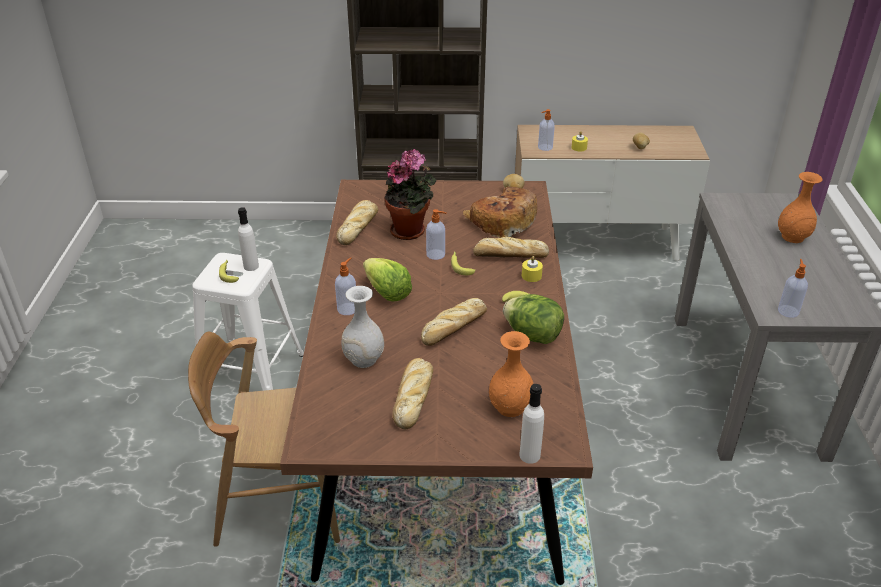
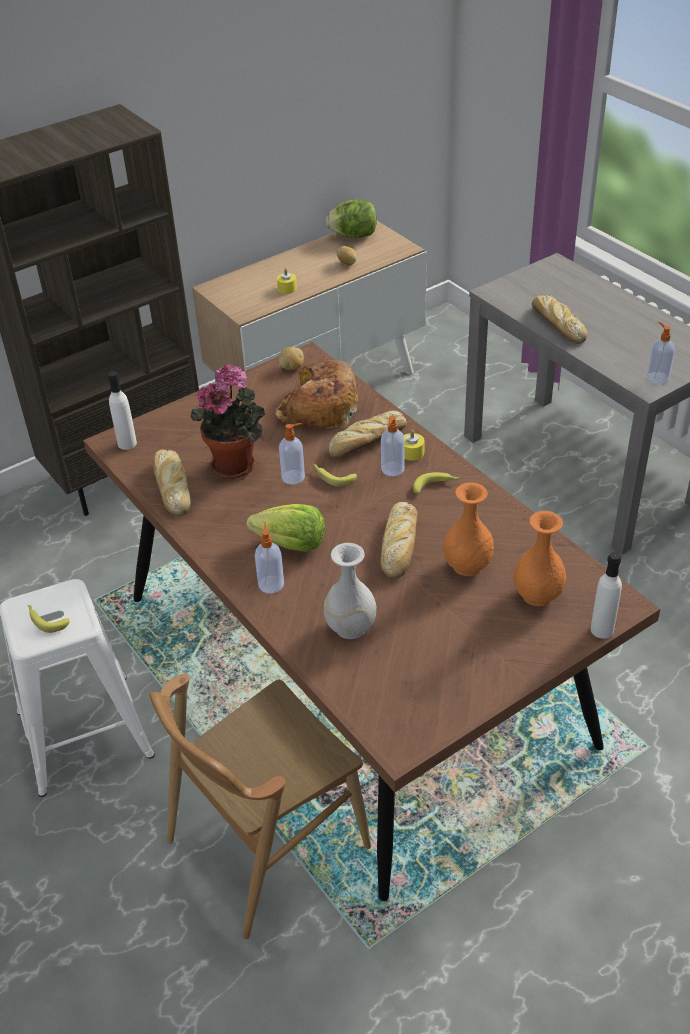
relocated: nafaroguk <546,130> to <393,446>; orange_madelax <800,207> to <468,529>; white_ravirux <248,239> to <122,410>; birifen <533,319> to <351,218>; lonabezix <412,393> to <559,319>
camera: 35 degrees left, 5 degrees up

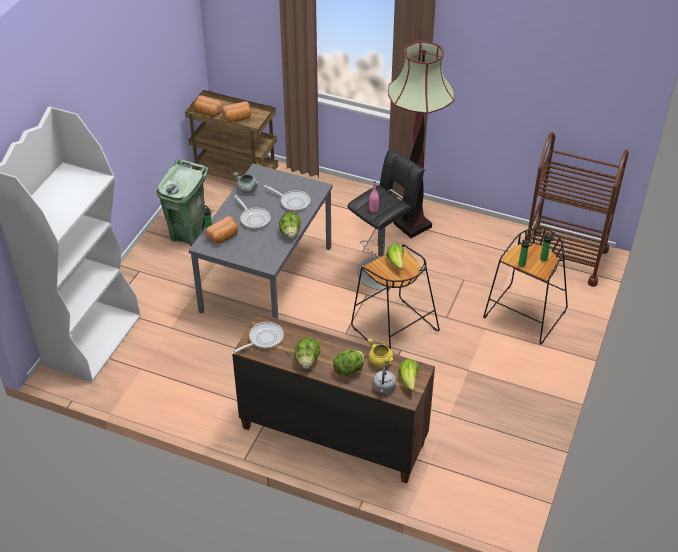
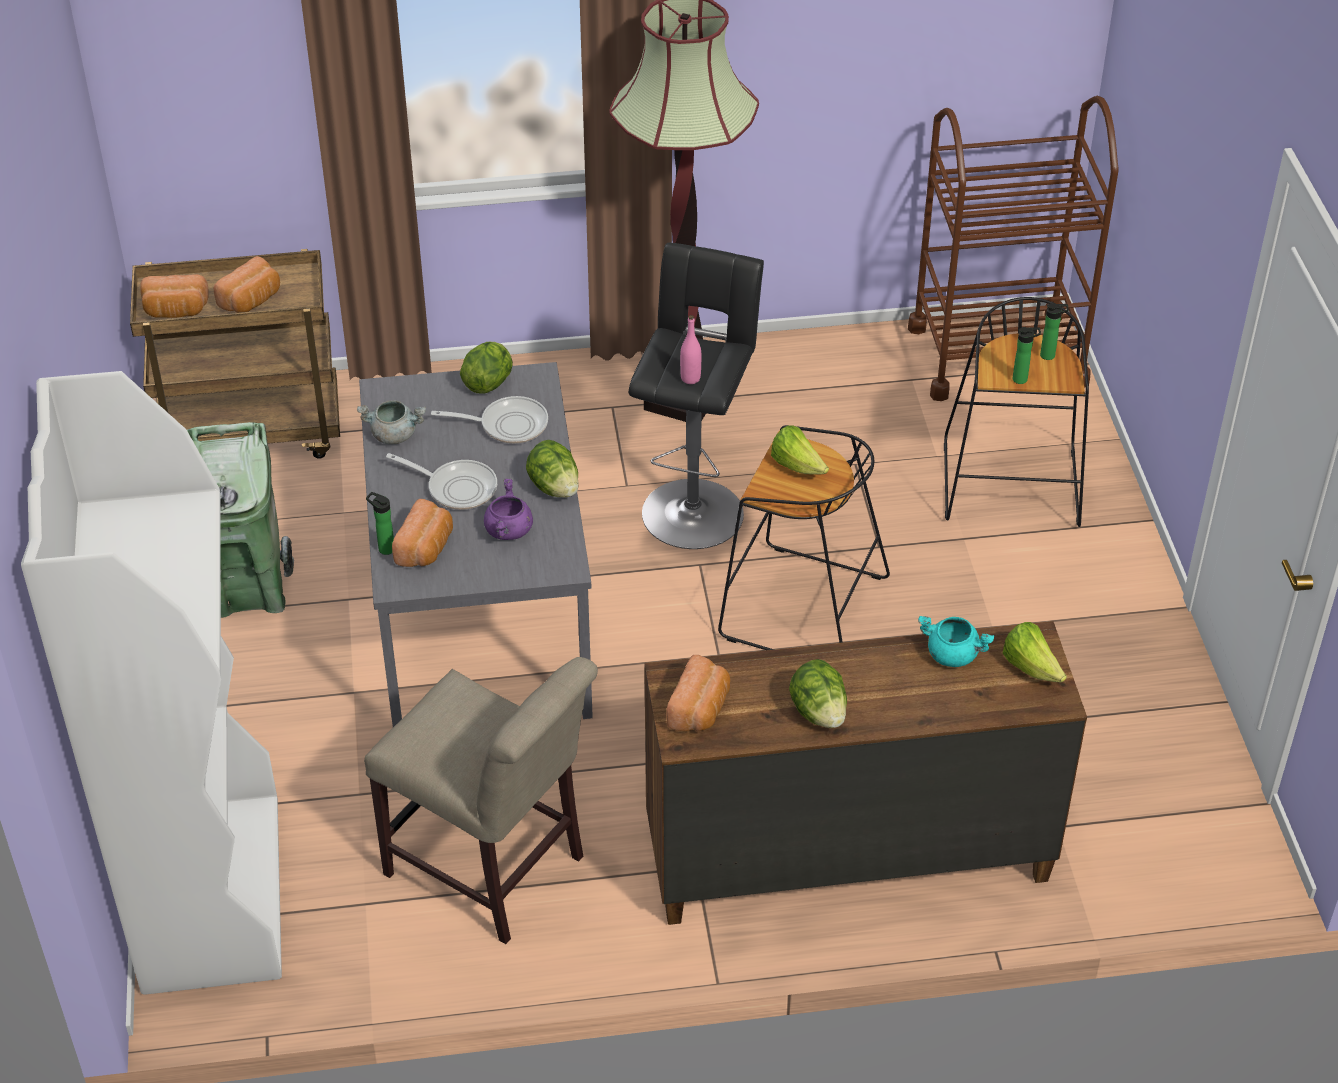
missing: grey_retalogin <384,379>
appeared: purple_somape <508,509>; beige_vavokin <481,800>
relocated: birifen <348,362> to <486,368>
exchanged: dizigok <257,338> to lonabezix <698,693>
colour: yellow_somape <380,353> to turquoise_somape <956,641>
camera: 30 degrees left, 0 degrees up

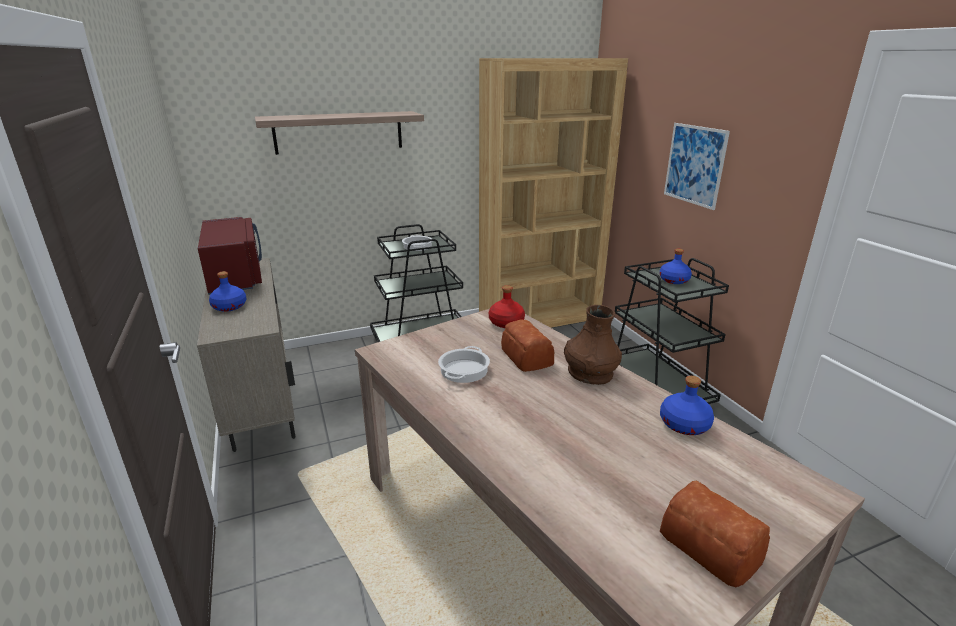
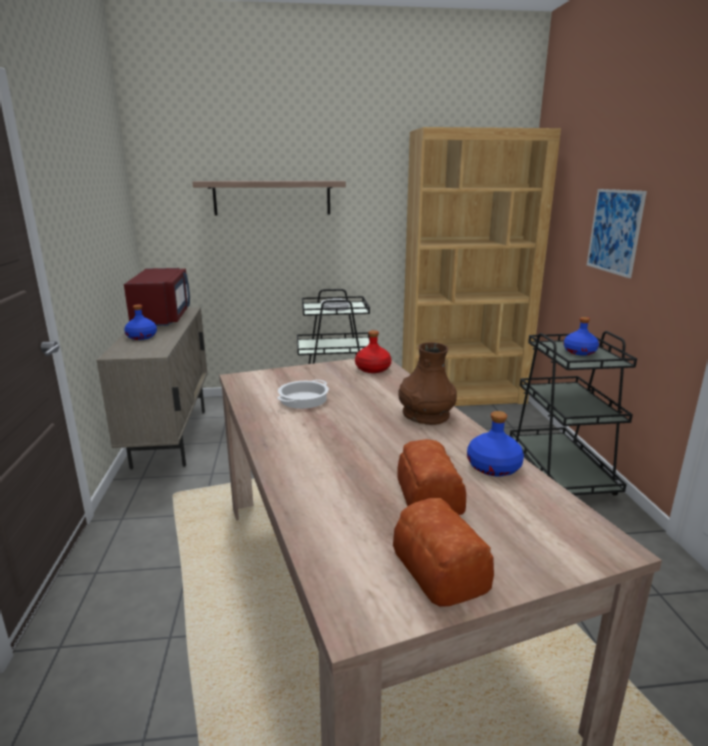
relocated: lonabezix <527,345> to <431,477>
camera: 15 degrees right, 5 degrees down

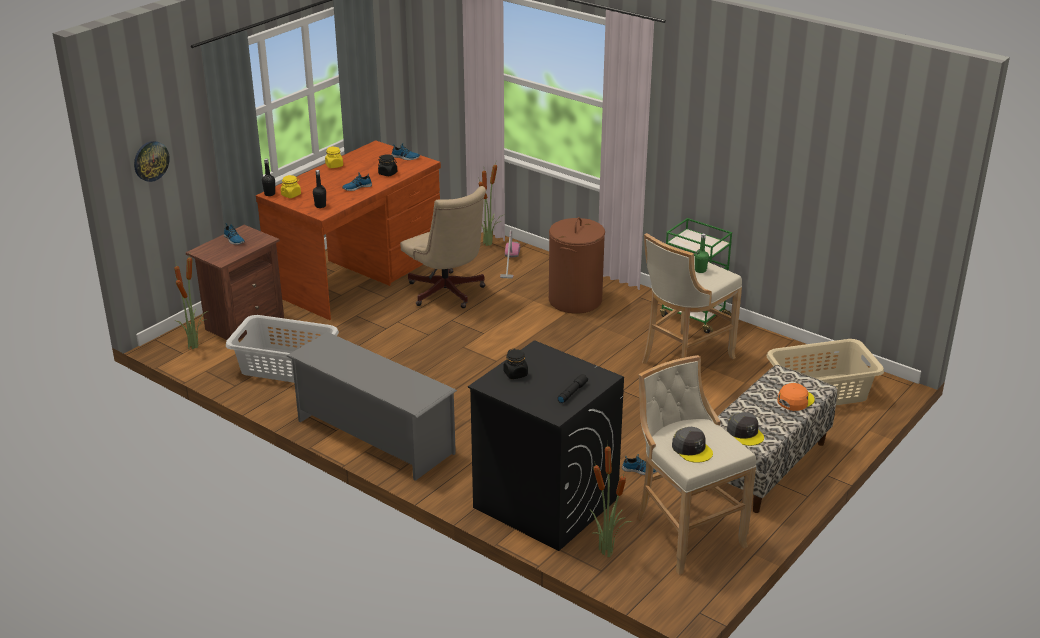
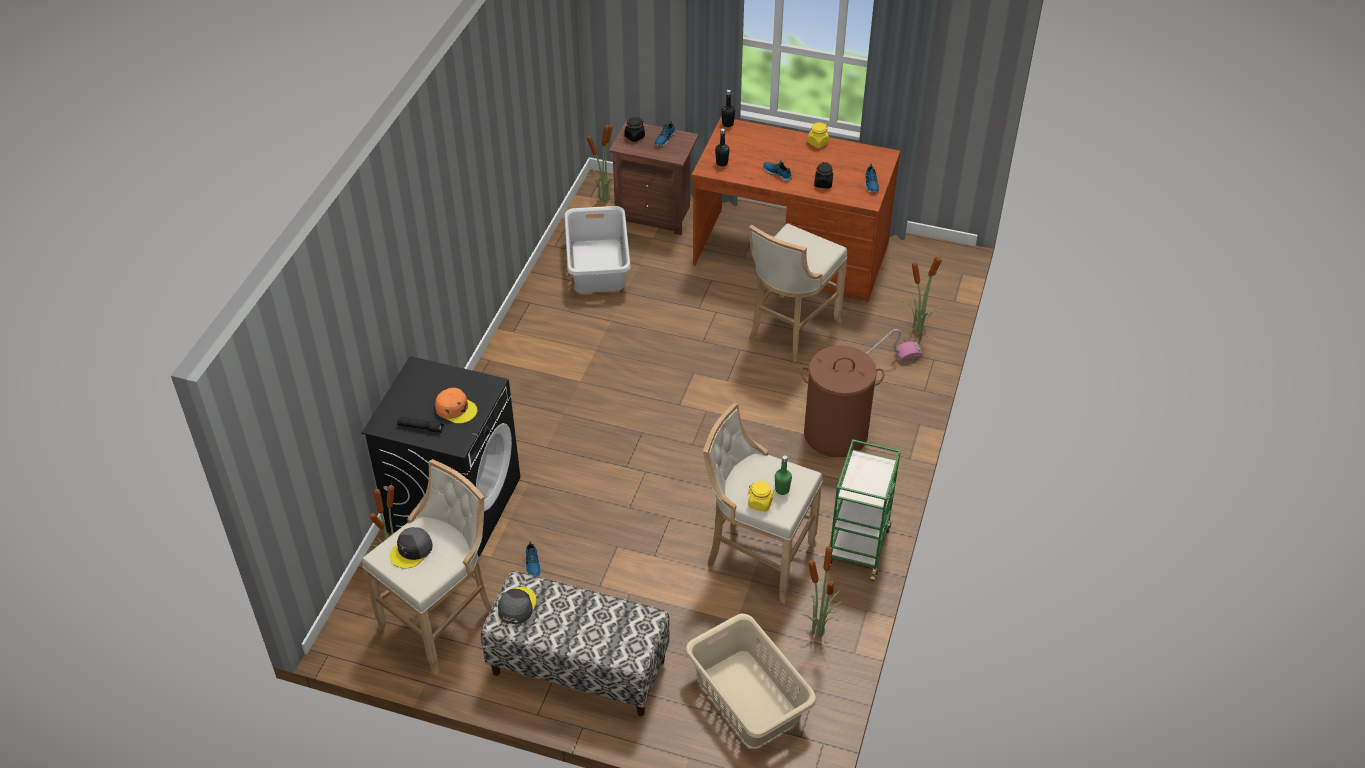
missing: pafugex <152,161>; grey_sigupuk <371,406>
appeared: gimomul <821,592>
relocated: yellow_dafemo <291,186> to <761,496>; black_dafemo <515,364> to <634,129>; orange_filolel <796,397> to <456,406>
exchanged: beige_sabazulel <443,247> to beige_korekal <798,292>
spun: grey_filolel <745,429> = <517,605> 150 degrees clockwise
camera: 70 degrees right, 15 degrees up

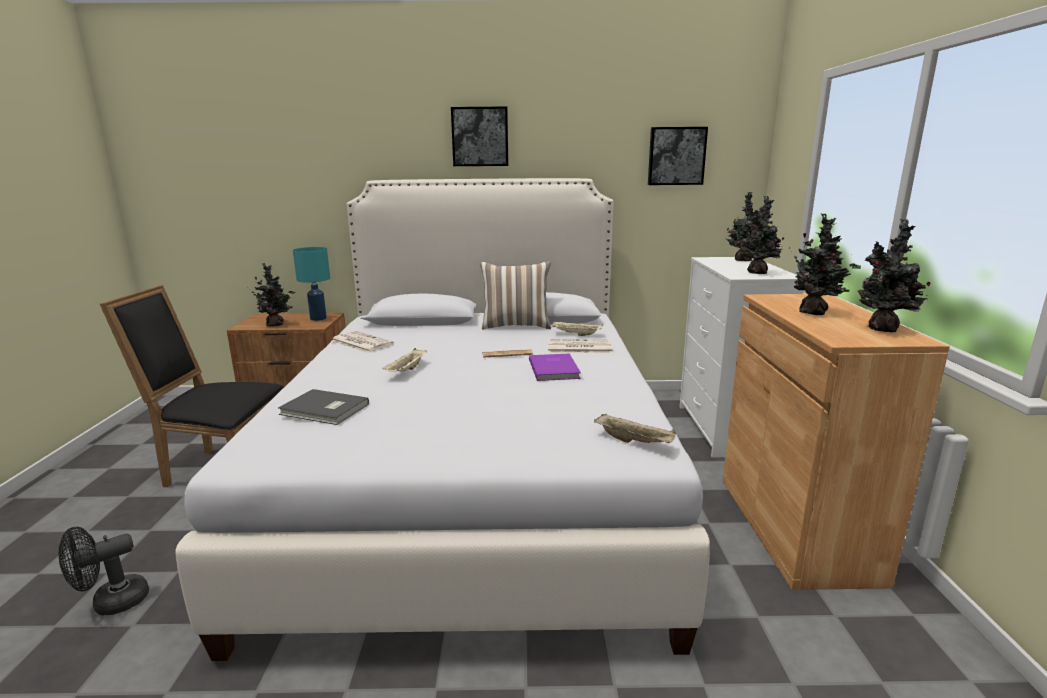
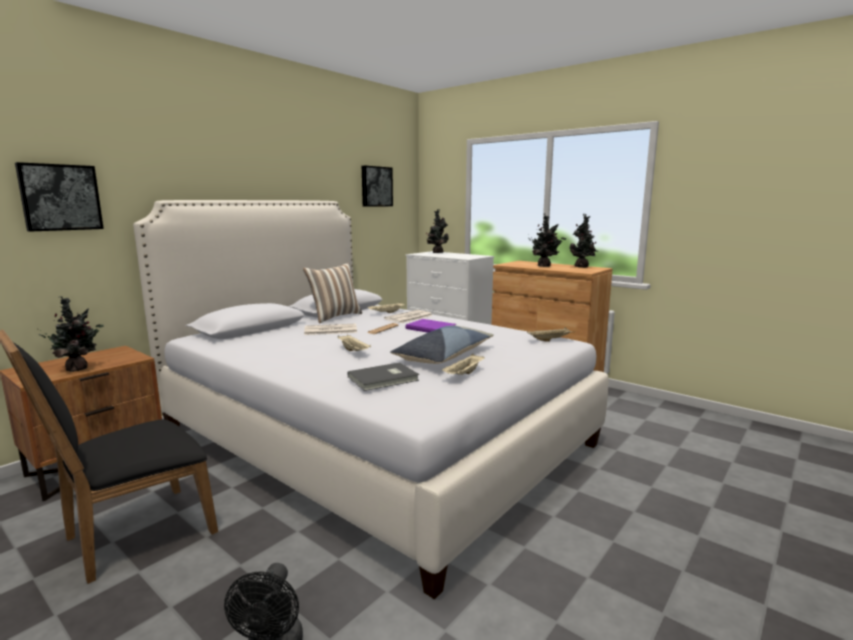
missing: gimomul <762,235>; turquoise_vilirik <311,284>
appeared: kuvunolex <442,344>; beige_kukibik <463,364>
relocated: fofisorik <479,136> to <59,197>; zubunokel <362,342> to <330,329>
camera: 50 degrees left, 5 degrees down

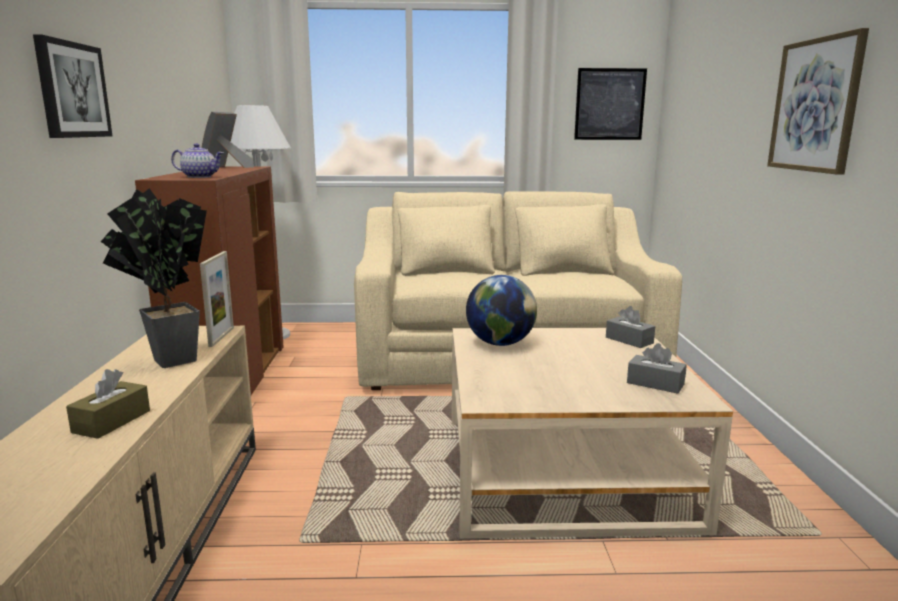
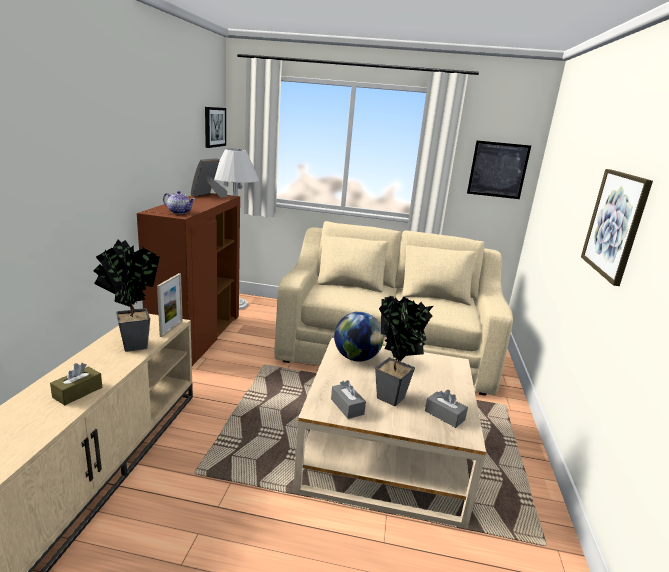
appeared: gimomul <404,351>
relocated: fofisorik <73,86> to <215,127>; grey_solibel <630,327> to <348,399>
camera: 10 degrees right, 5 degrees up

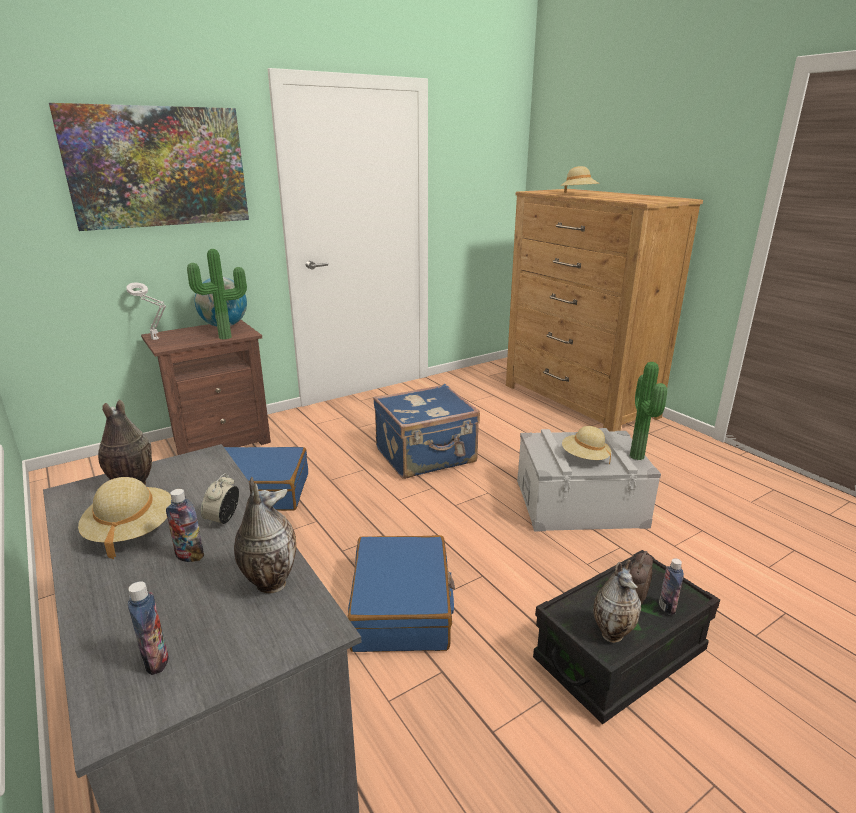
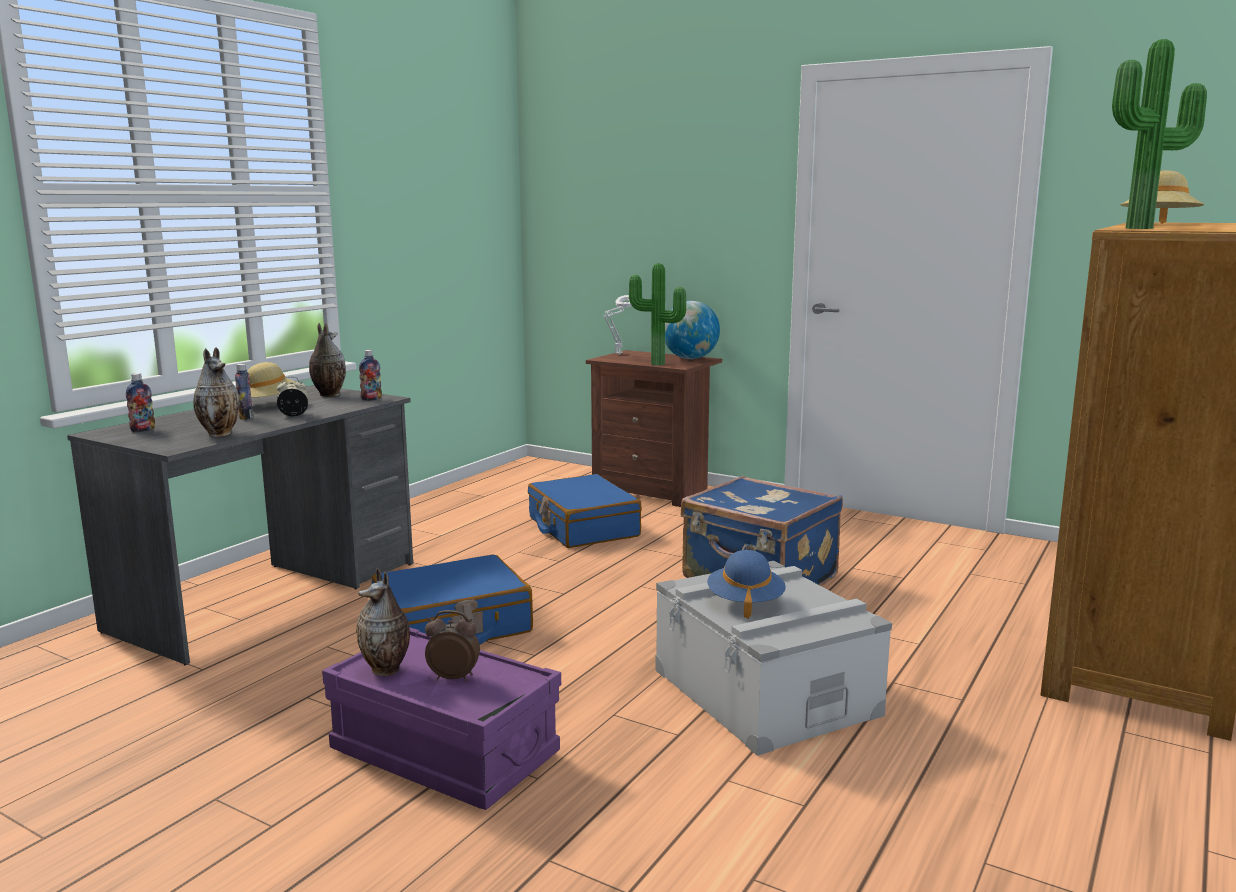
missing: fofisorik <149,167>
relocated: gimomul <648,411> to <1159,134>; ravirux <671,586> to <370,375>
colour: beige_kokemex <586,445> to blue_kokemex <746,584>; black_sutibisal <626,637> to purple_sutibisal <441,718>
camera: 65 degrees right, 10 degrees down

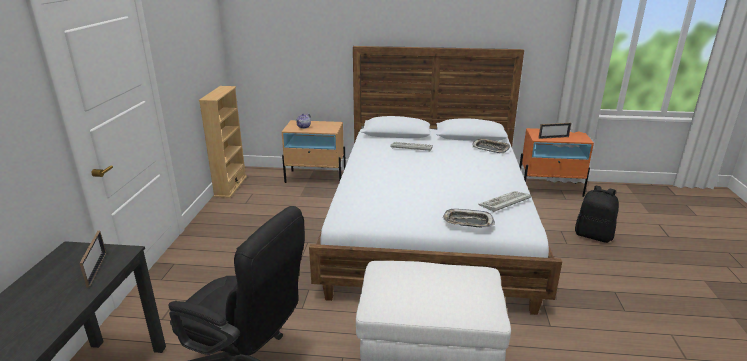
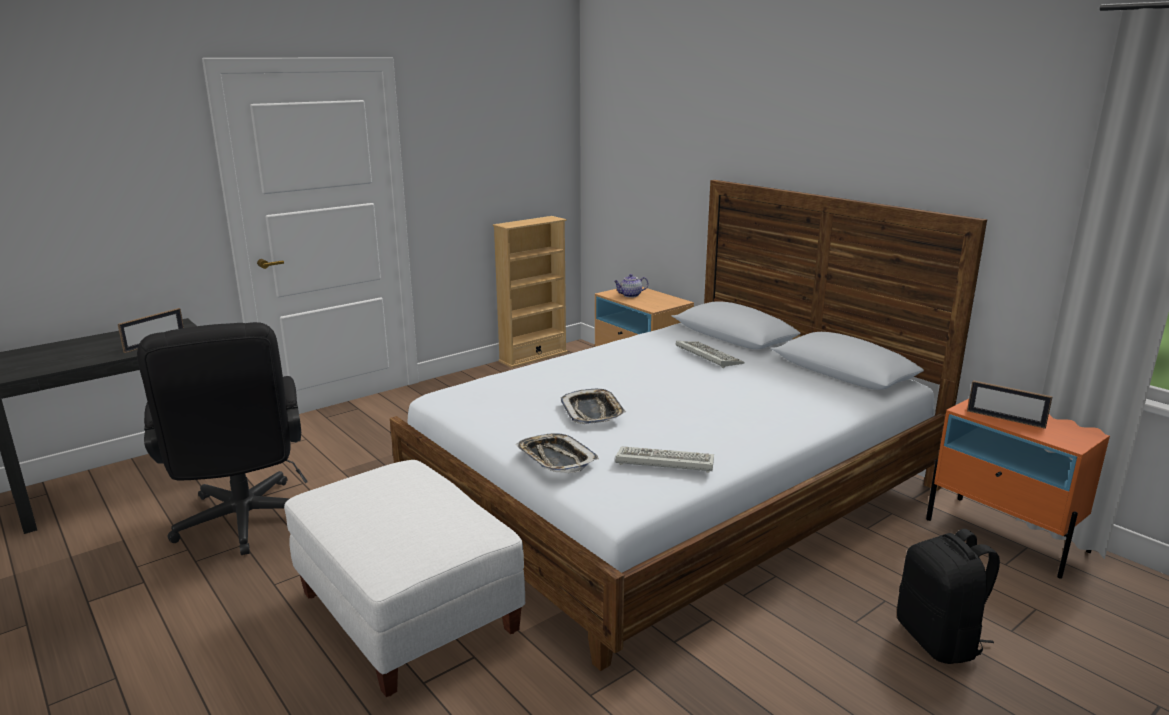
relocated: kukibik <491,145> to <593,406>
camera: 45 degrees right, 5 degrees down

